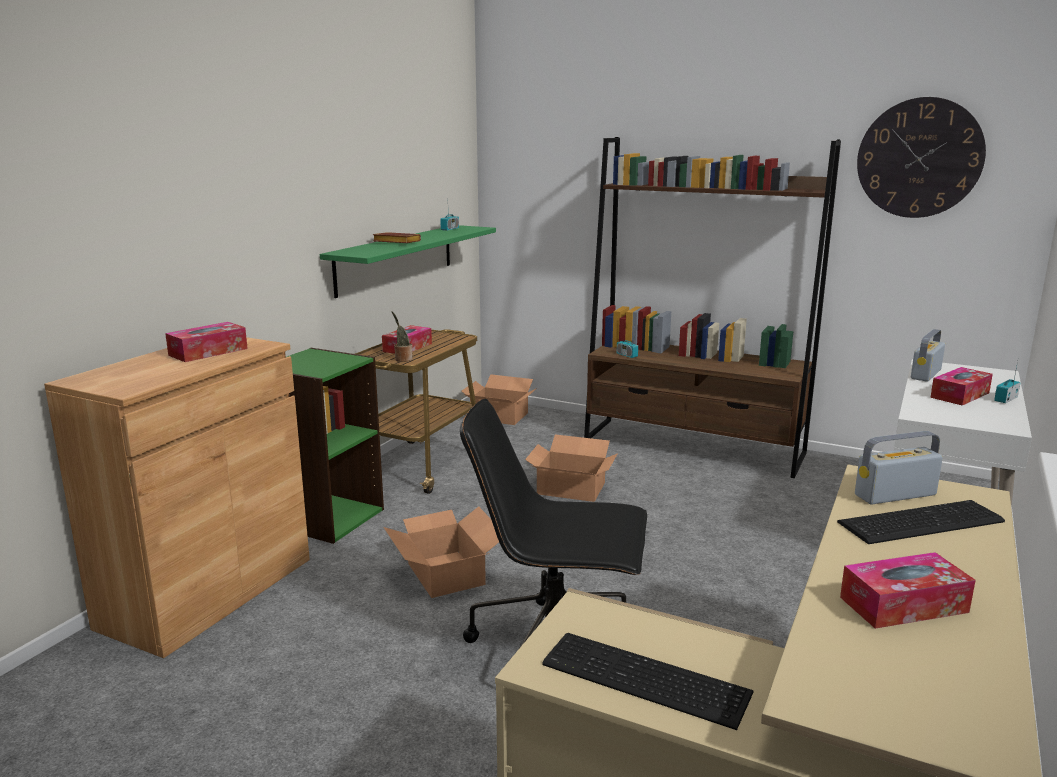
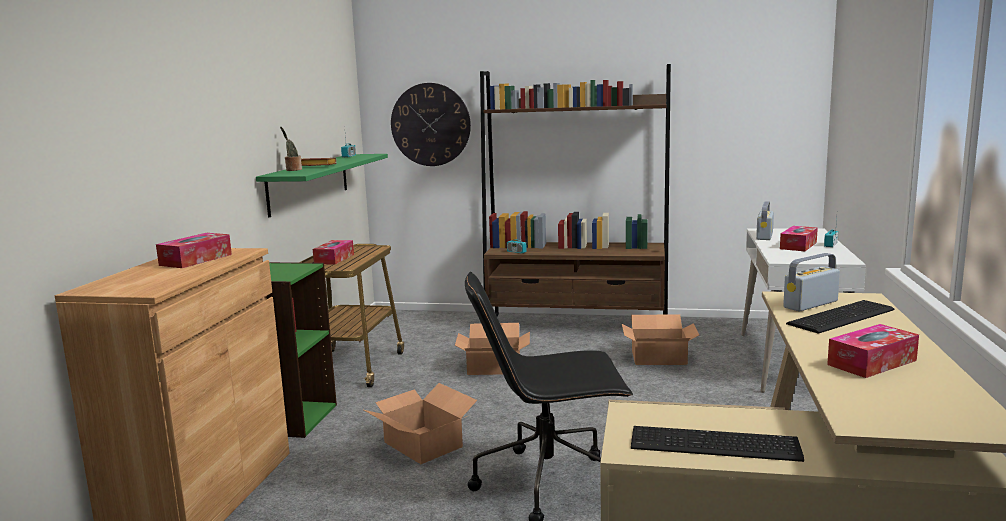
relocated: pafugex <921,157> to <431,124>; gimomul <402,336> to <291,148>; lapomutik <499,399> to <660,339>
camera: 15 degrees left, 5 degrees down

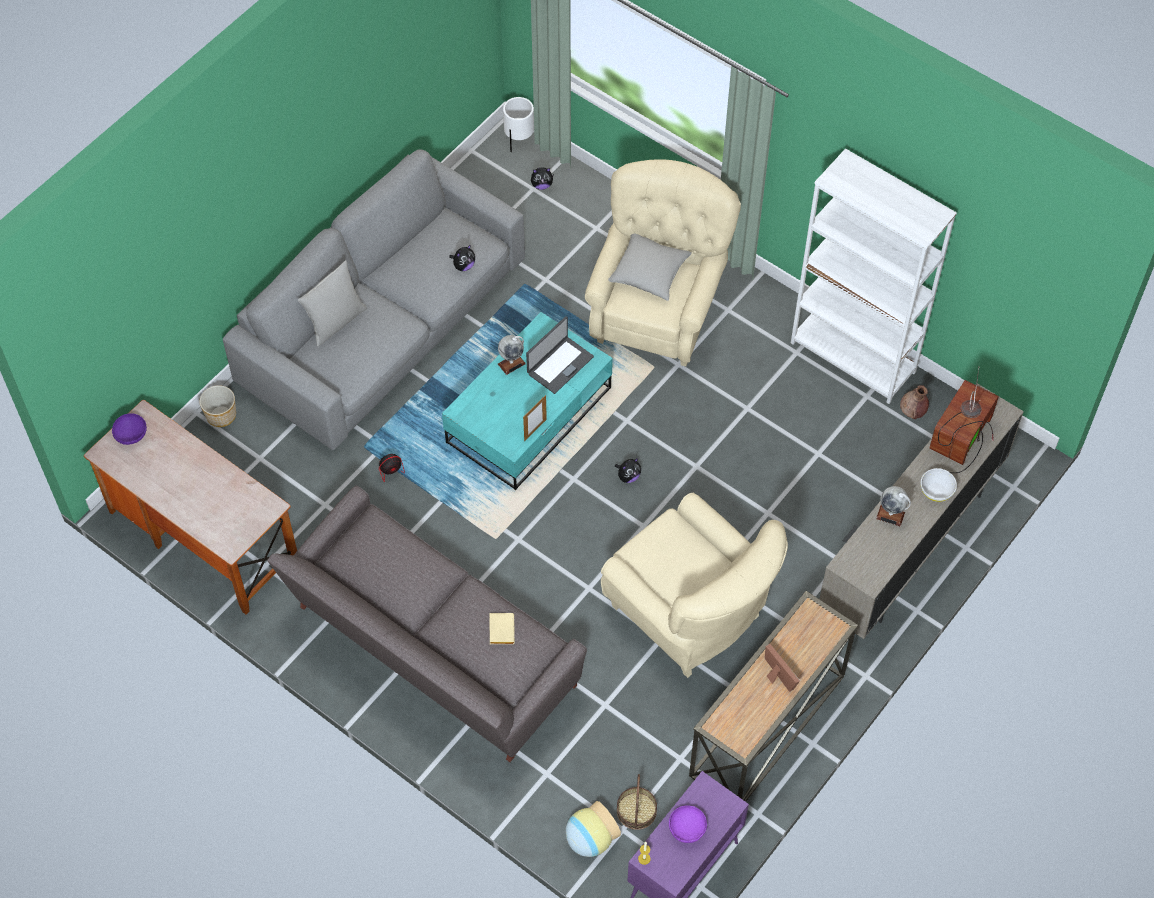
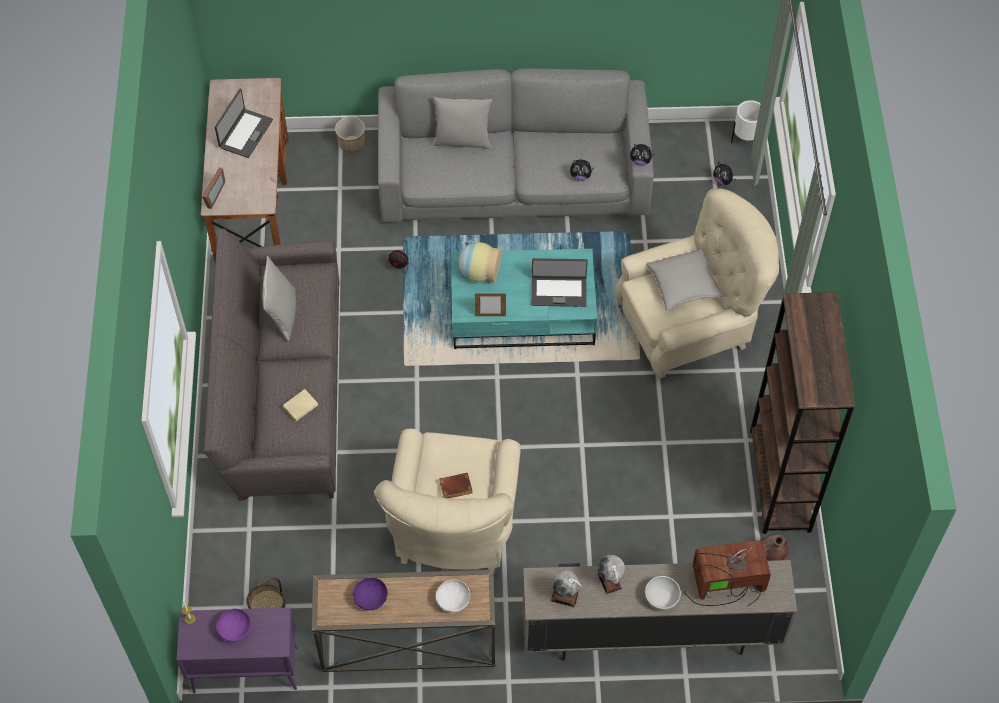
appeared: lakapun <244,123>; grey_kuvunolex <279,298>; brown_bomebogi <456,485>; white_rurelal <453,595>
relocated: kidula <512,355> to <566,589>; purple_rurelal <129,429> to <370,594>; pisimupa <628,470> to <642,155>; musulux <782,668> to <213,188>; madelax <593,829> to <480,262>
colour: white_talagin <874,276> to brown_talagin <802,413>
camera: 50 degrees right, 0 degrees up

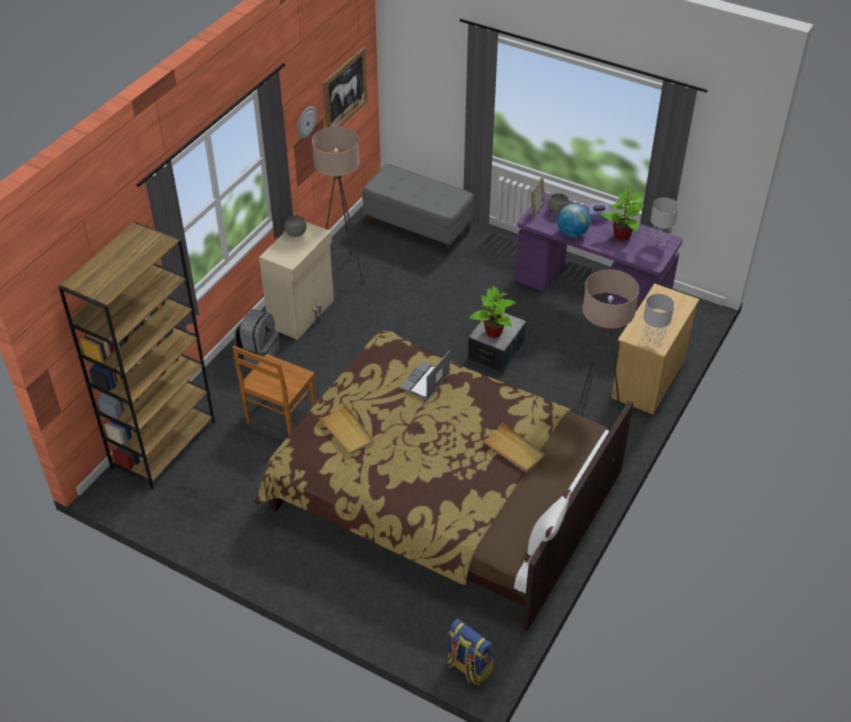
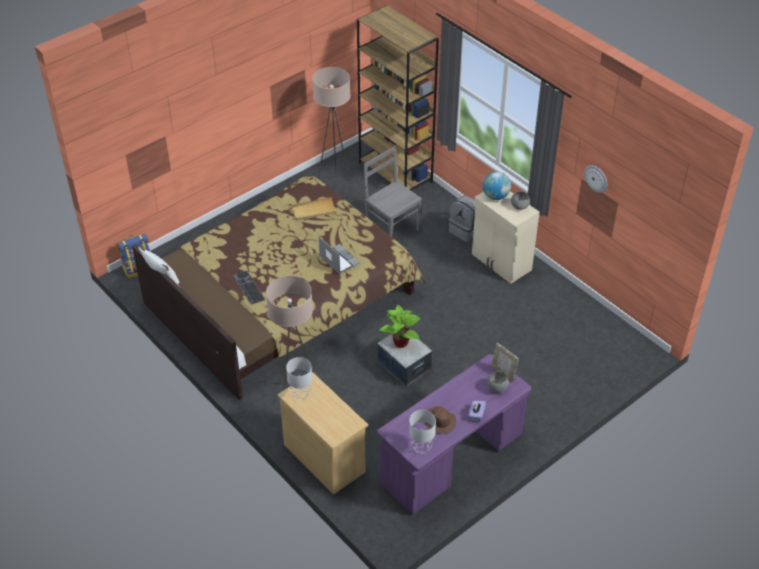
missing: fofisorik <345,87>; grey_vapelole <418,209>
relocated: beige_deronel <338,205> to <332,131>; kidula <574,220> to <497,186>
exchanged: gimomul <622,214> to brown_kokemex <440,420>; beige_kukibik <513,448> to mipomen <249,288>
colour: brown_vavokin <274,391> to grey_vavokin <393,192>
camera: 110 degrees right, 0 degrees up

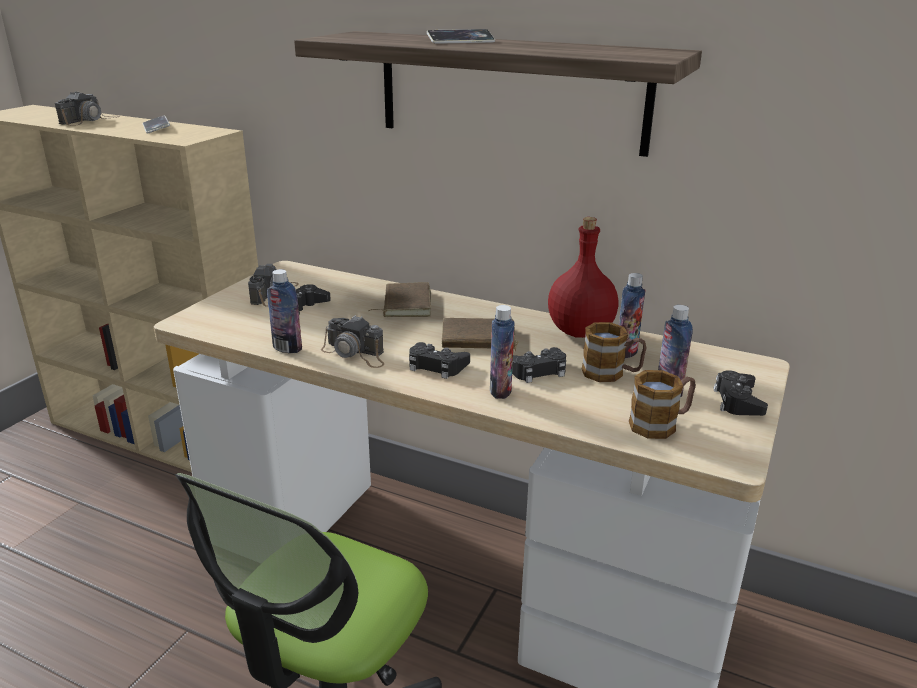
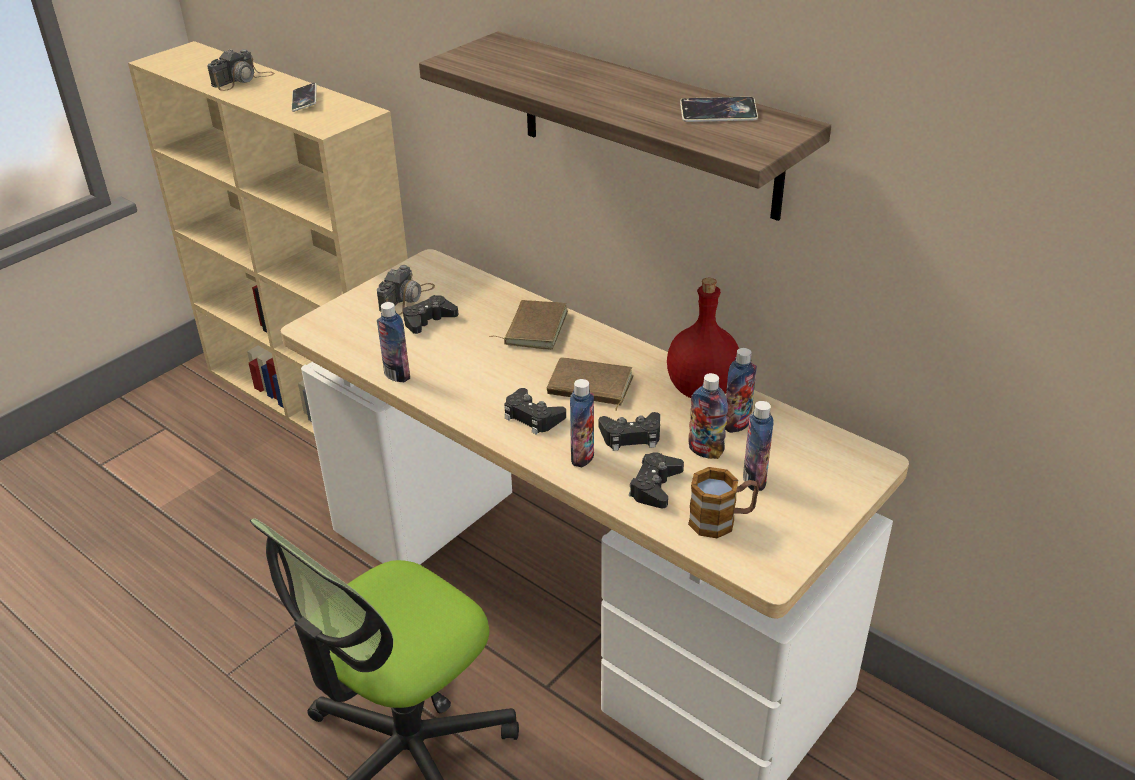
missing: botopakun <352,341>
relocated: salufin <461,36> to <719,109>; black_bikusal <740,393> to <656,480>
exchanged: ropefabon <614,352> to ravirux <708,416>
camera: 15 degrees right, 10 degrees up

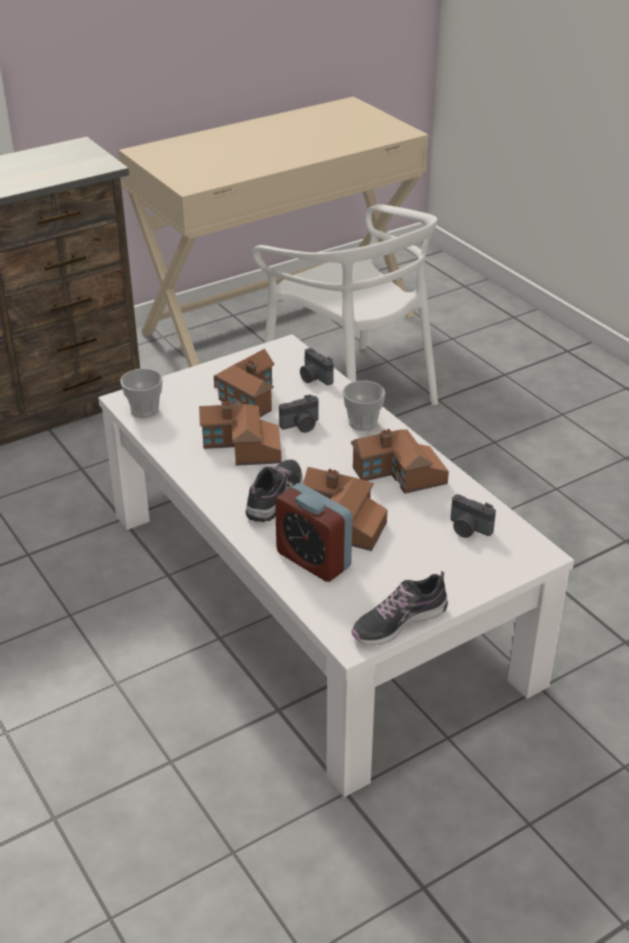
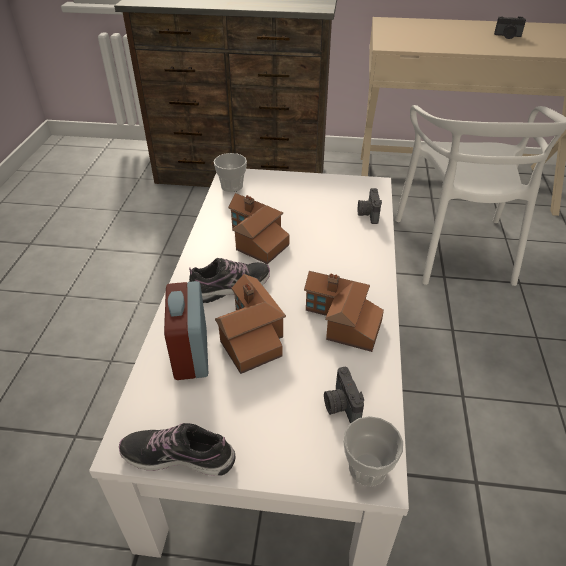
missing: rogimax <244,383>
relocated: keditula <363,405> to <373,451>; botopakun <299,414> to <510,27>
camera: 40 degrees right, 5 degrees up

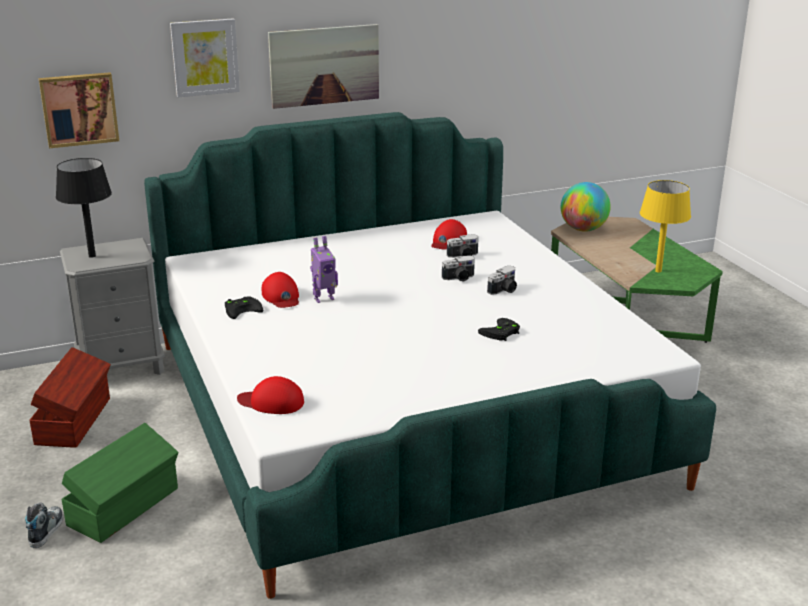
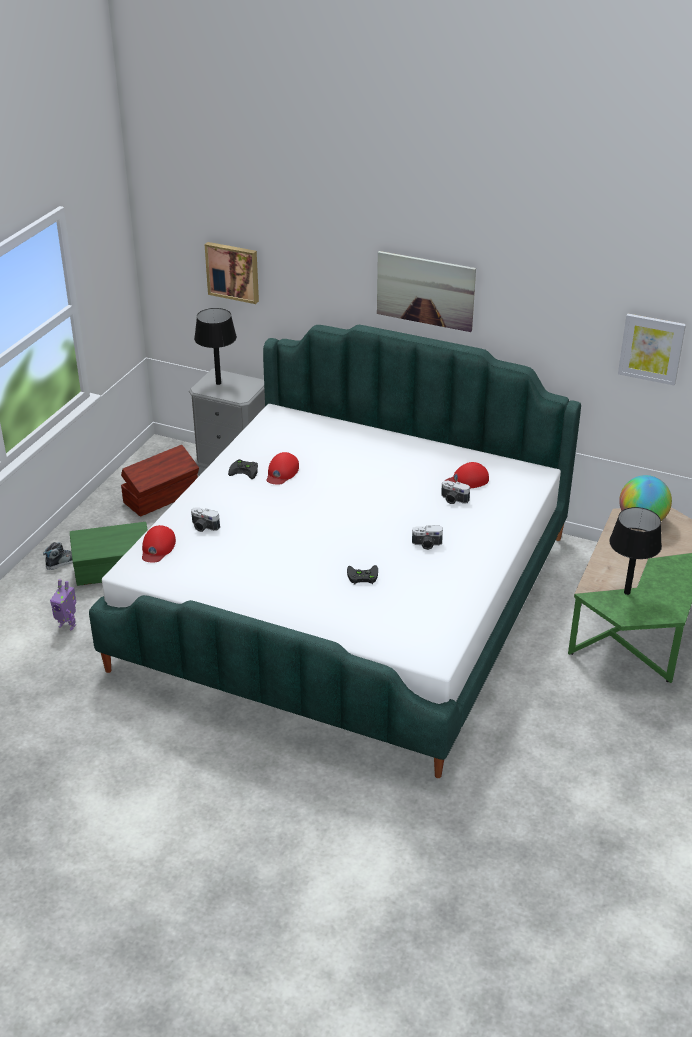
relocated: fofisorik <205,57> to <652,349>; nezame <324,269> to <63,605>; botopakun <458,268> to <205,519>
colour: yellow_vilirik <665,226> to black_vilirik <635,551>
spun: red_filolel <270,395> = <159,543> 135 degrees counterclockwise
camera: 45 degrees right, 10 degrees up

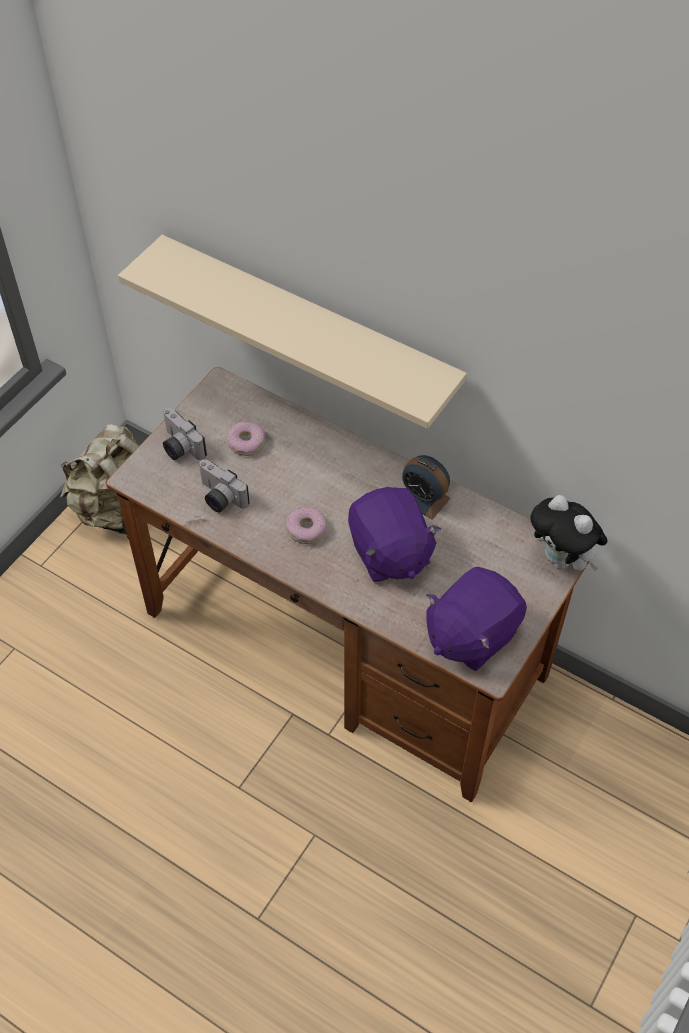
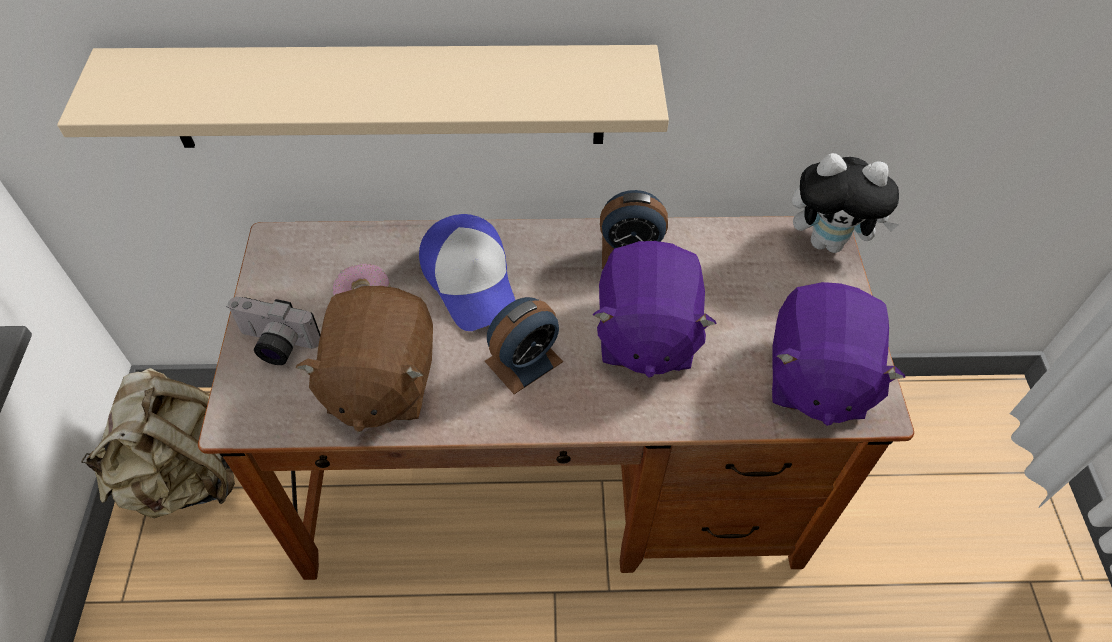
appeared: filolel <467,272>
exchanged: botopakun <224,486> to brown_pisimupa <364,359>; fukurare <306,525> to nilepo <524,345>
spun: purple_pisimupa <394,534> = <654,309> 60 degrees clockwise
camera: 35 degrees left, 0 degrees up

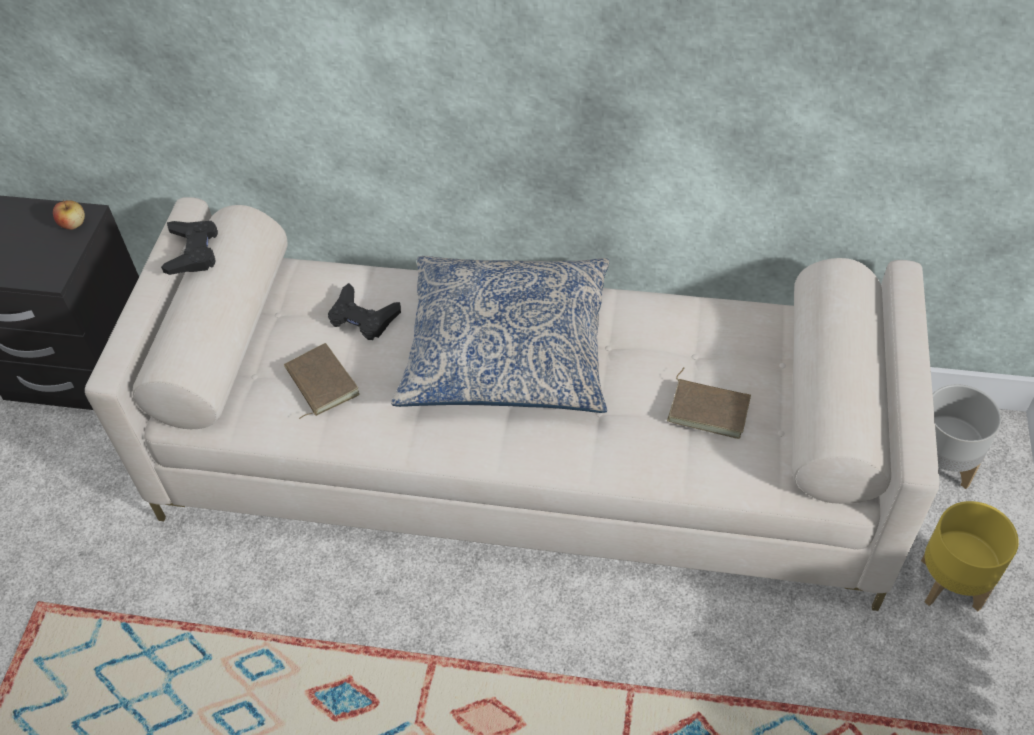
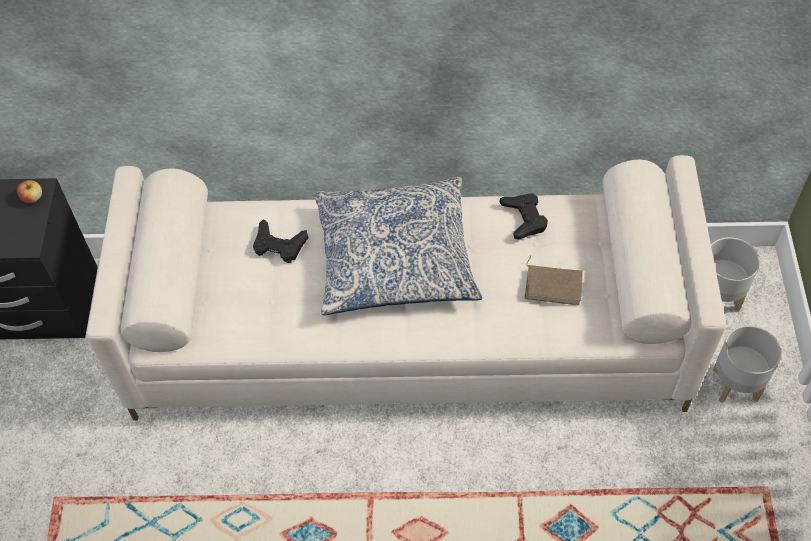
missing: brown_bomebogi <322,381>
relocated: black_bikusal <189,248> to <524,216>
colour: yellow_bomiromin <970,556> to grey_bomiromin <747,364>
camera: 10 degrees left, 5 degrees up

